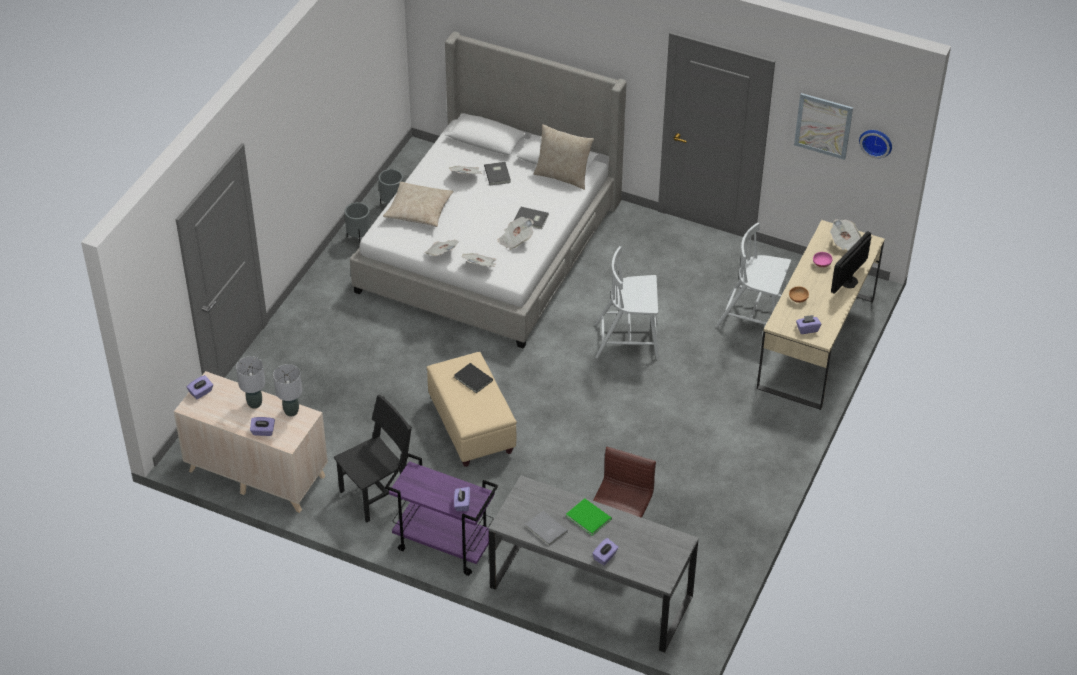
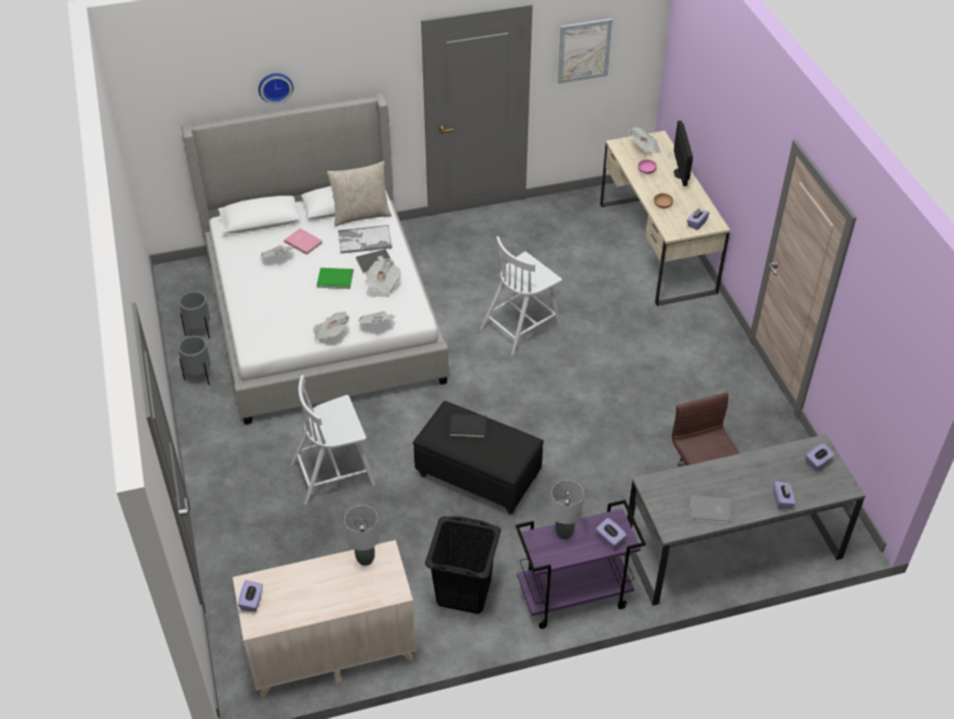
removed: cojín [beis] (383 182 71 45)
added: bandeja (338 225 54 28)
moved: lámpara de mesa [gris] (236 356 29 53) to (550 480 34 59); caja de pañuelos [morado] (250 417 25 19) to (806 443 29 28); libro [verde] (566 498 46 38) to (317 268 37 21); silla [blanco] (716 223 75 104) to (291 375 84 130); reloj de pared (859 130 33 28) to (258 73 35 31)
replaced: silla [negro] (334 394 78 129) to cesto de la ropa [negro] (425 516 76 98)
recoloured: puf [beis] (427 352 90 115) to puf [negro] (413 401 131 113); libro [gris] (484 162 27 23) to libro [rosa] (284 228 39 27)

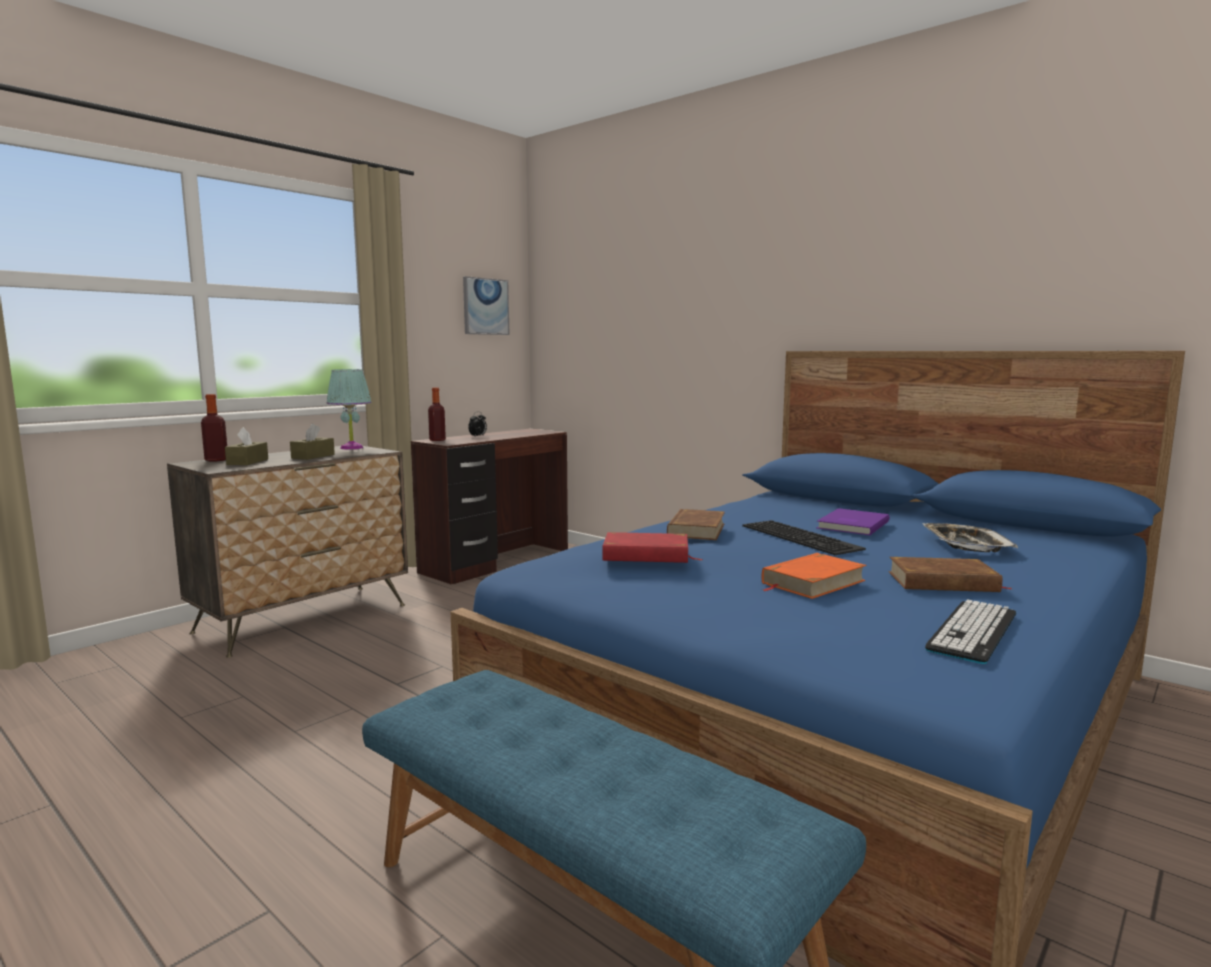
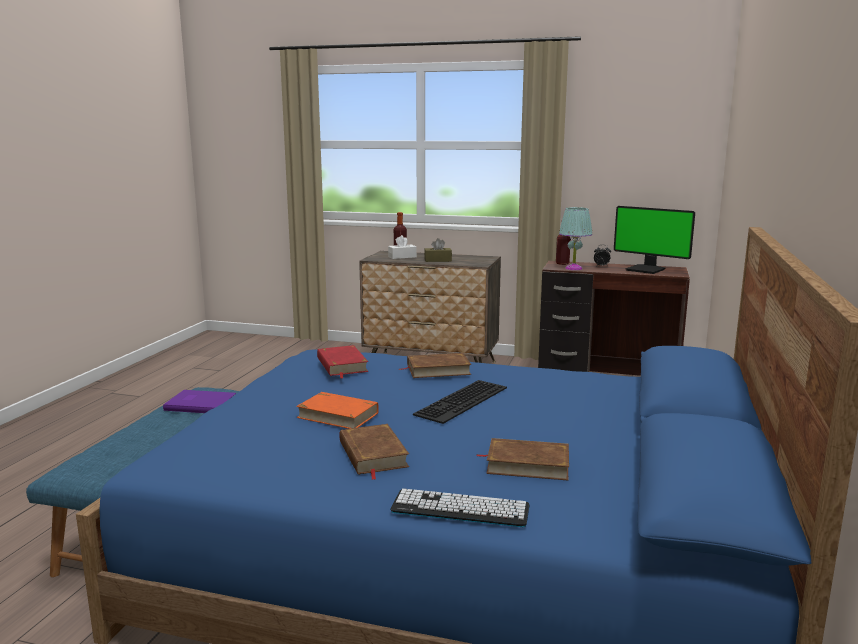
removed: cuadro (463 276 46 59)
added: monitor (614 206 81 68)
moved: lámpara de mesa [turquesa] (327 369 45 81) to (559 207 33 63); libro [morado] (817 508 73 27) to (163 390 73 23); teclado (925 599 91 65) to (390 488 140 39)
replaced: bandeja (922 523 96 29) to libro [marrón] (477 438 92 42)
recoloured: caja de pañuelos [marrón] (225 427 43 38) to caja de pañuelos [blanco] (388 235 29 24)

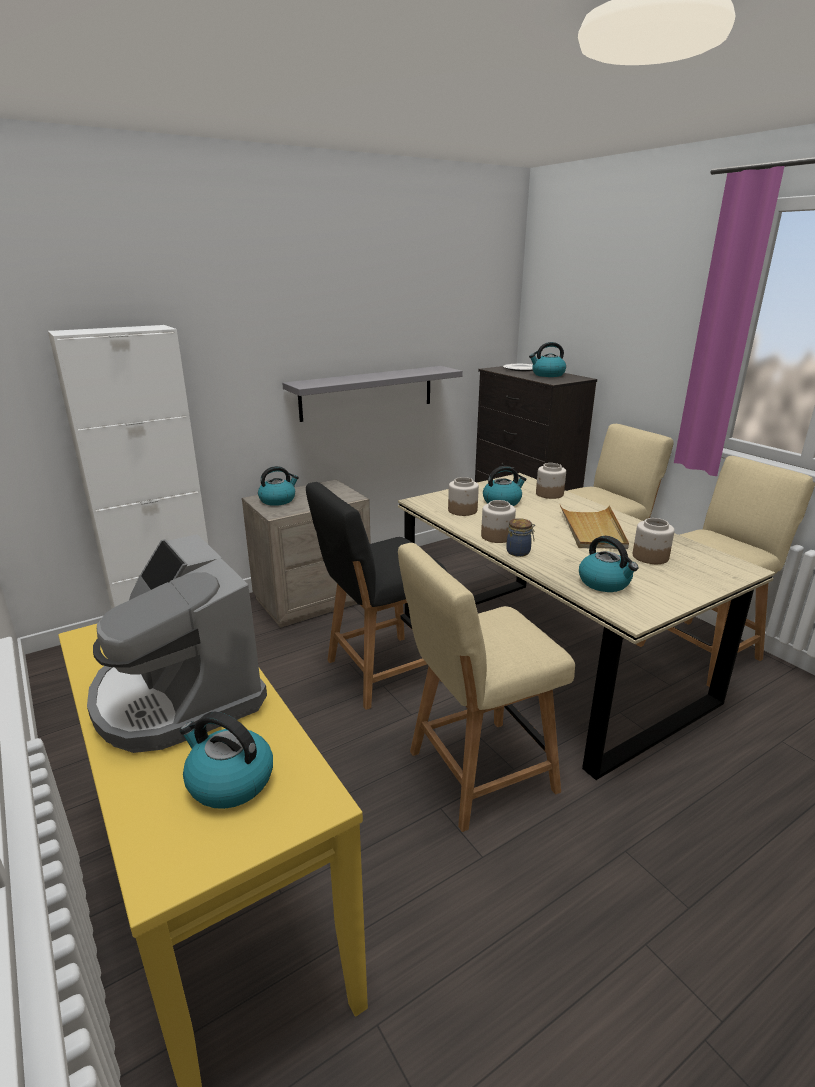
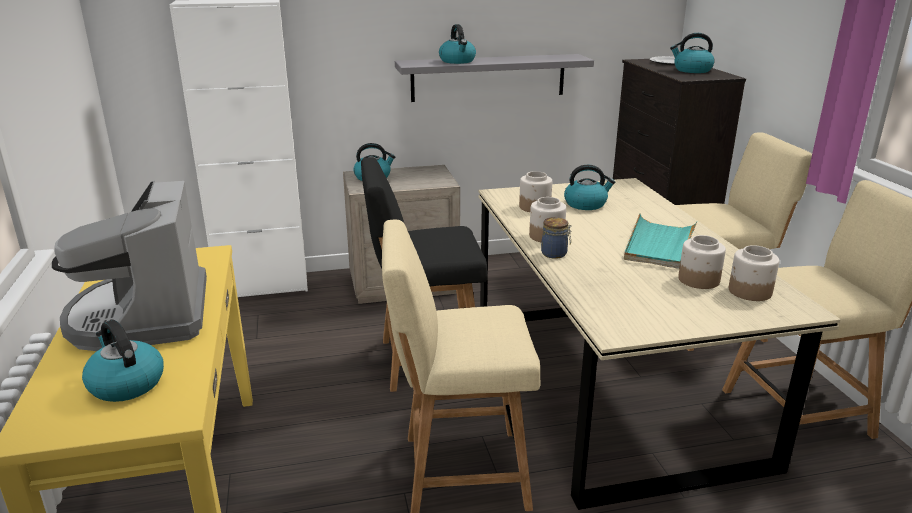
moved: tarro (536 463 30 36) to (729 245 50 56); hervidor (579 536 60 56) to (439 24 37 40)
recoloured: bandeja [beis] (560 505 69 44) to bandeja [turquesa] (624 213 74 56)

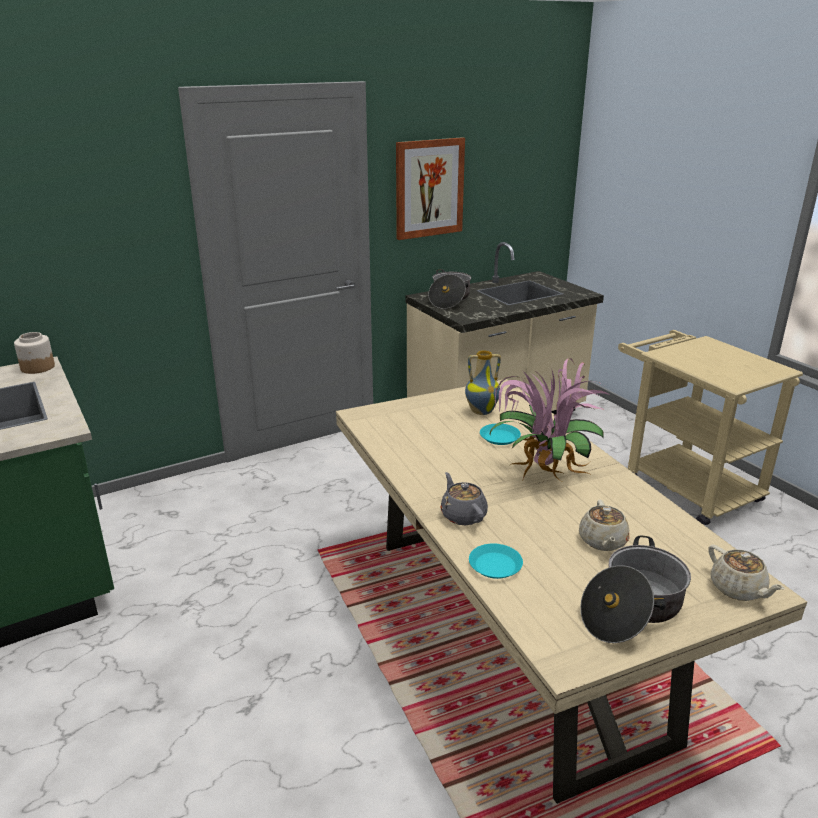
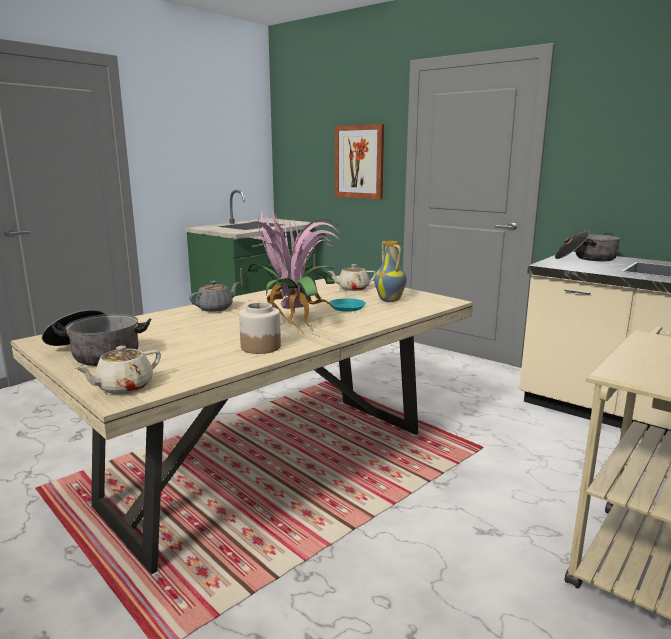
removed: plato [turquesa] (469 544 54 35)
moved: tarro (14 332 41 42) to (239 302 42 52); cuadro (396 137 69 103) to (335 124 49 75); tetera [beis] (579 500 50 51) to (328 264 48 27)

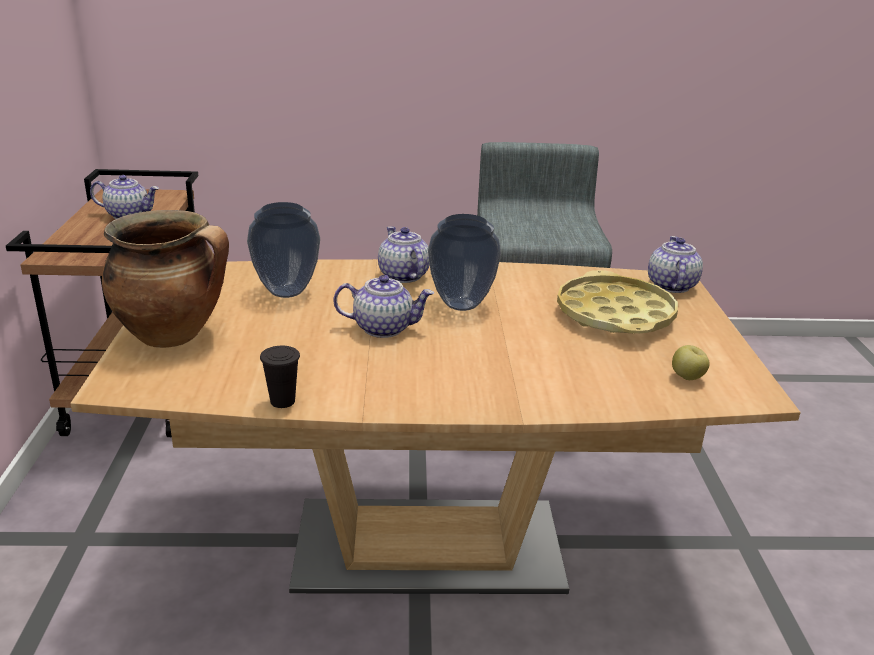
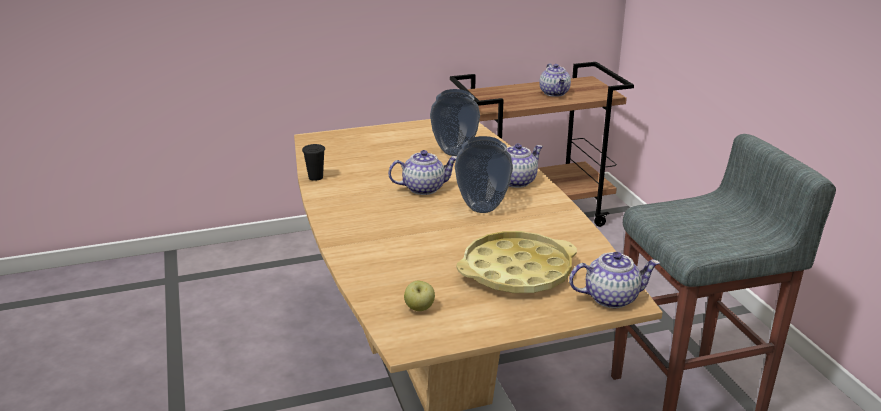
removed: olla (102 210 127 138)
turned: tetera (333 275 101 63) = (388 150 69 45) 90 degrees counterclockwise

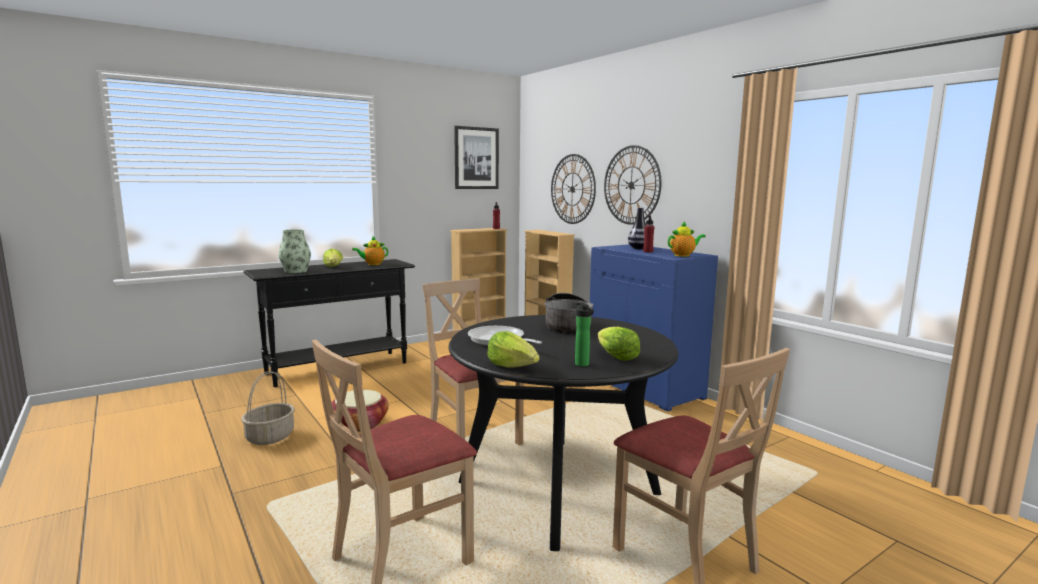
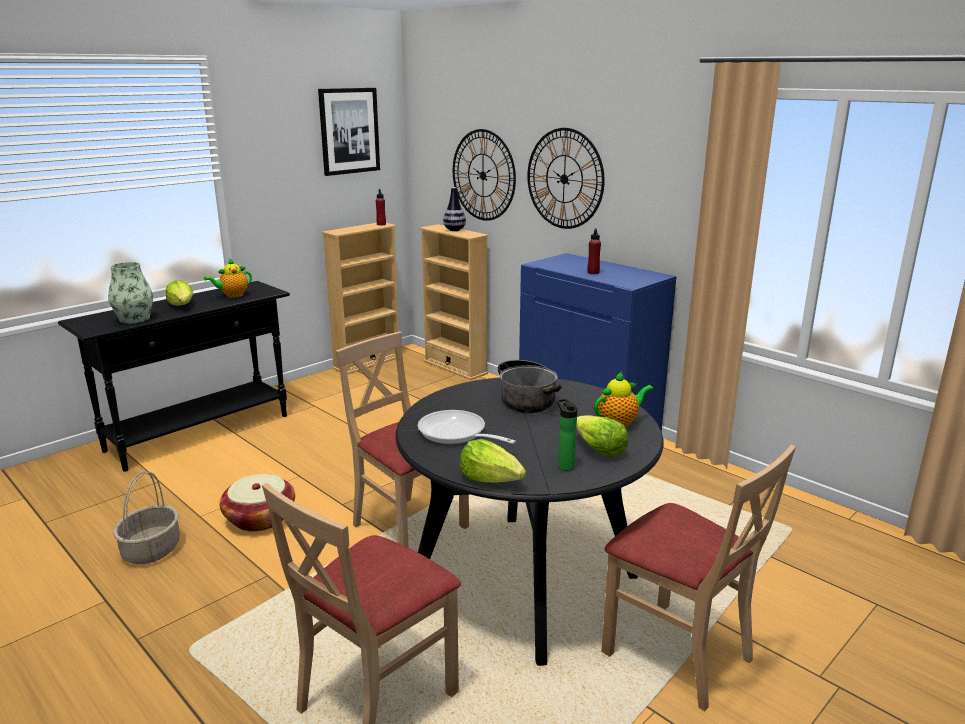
moved: florero (628 208 18 41) to (443 187 23 44); tetera (668 221 38 36) to (594 372 59 56)

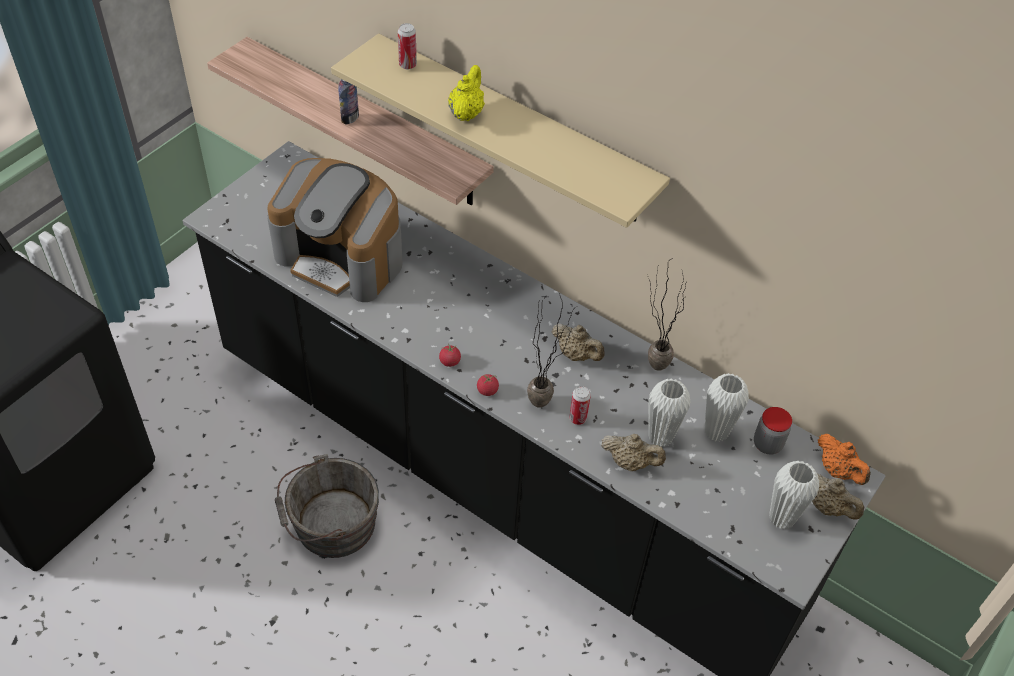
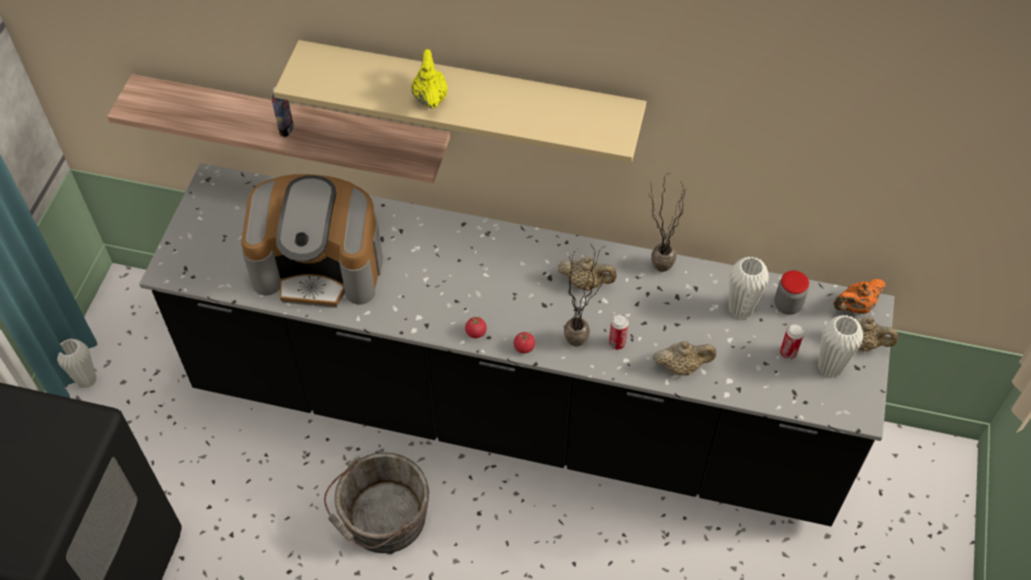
moved: lata (398 23 19 46) to (780 324 24 35); florero [blanco] (648 379 42 68) to (57 339 40 50)
turned: tetera [naranja] (818 434 53 51) = (834 279 52 35) 120 degrees clockwise

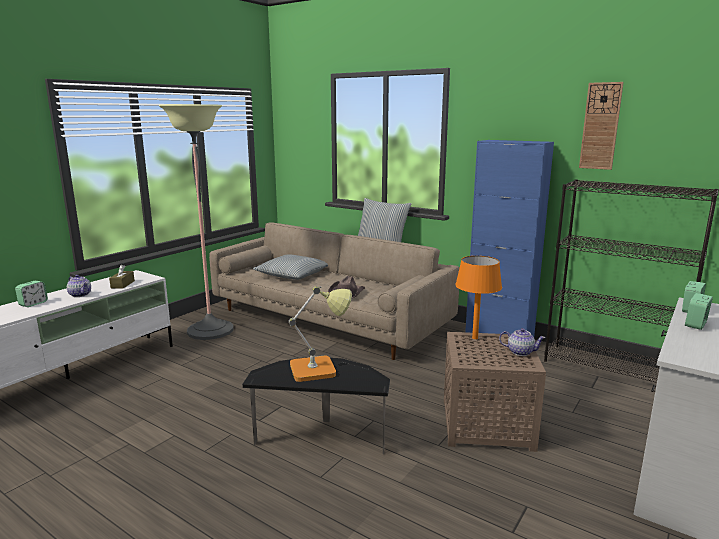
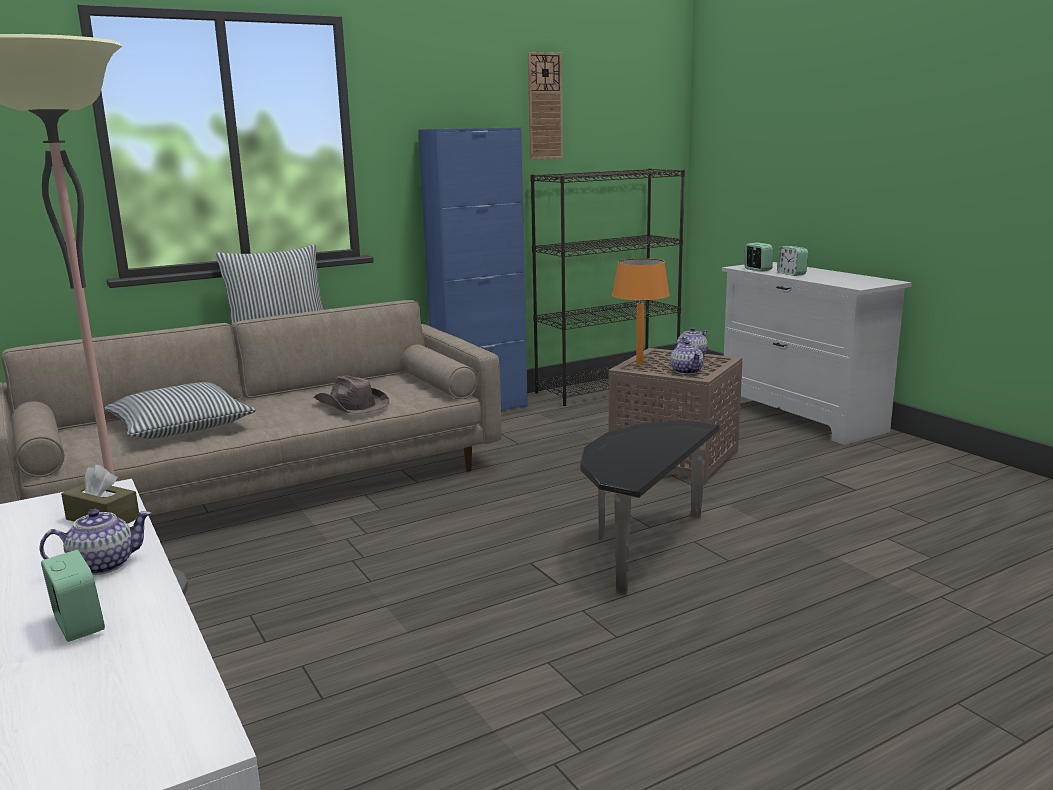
removed: lámpara de mesa (289 286 63 96)
added: tetera (670 341 34 33)

